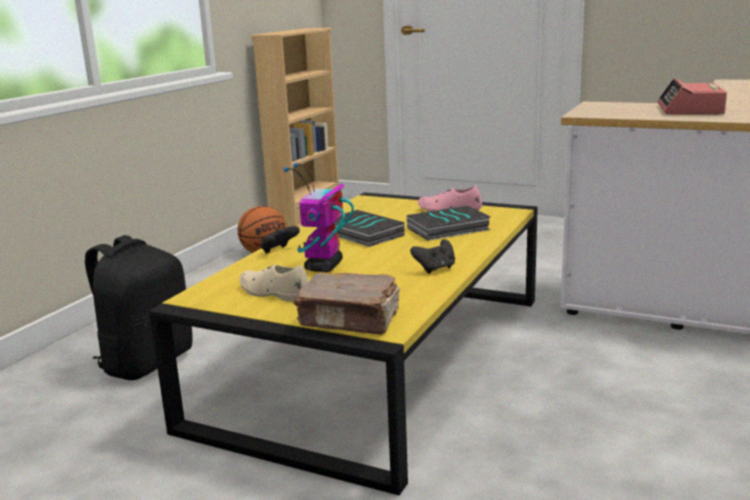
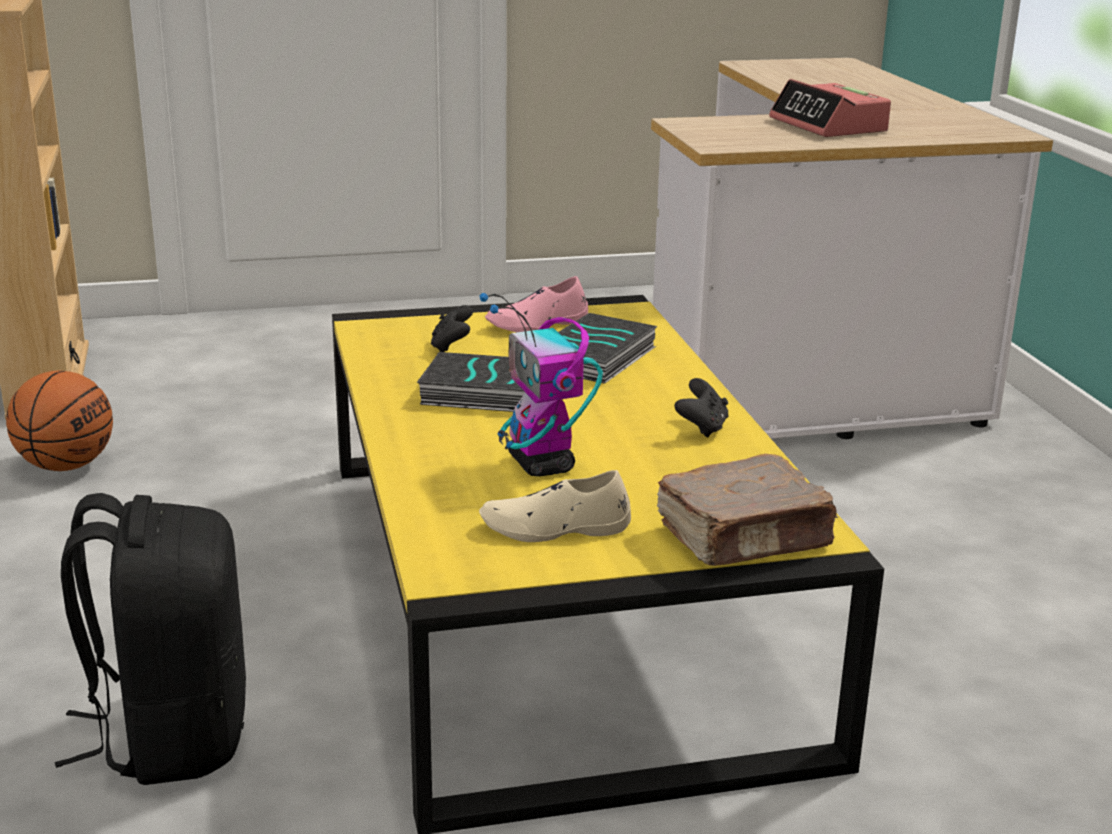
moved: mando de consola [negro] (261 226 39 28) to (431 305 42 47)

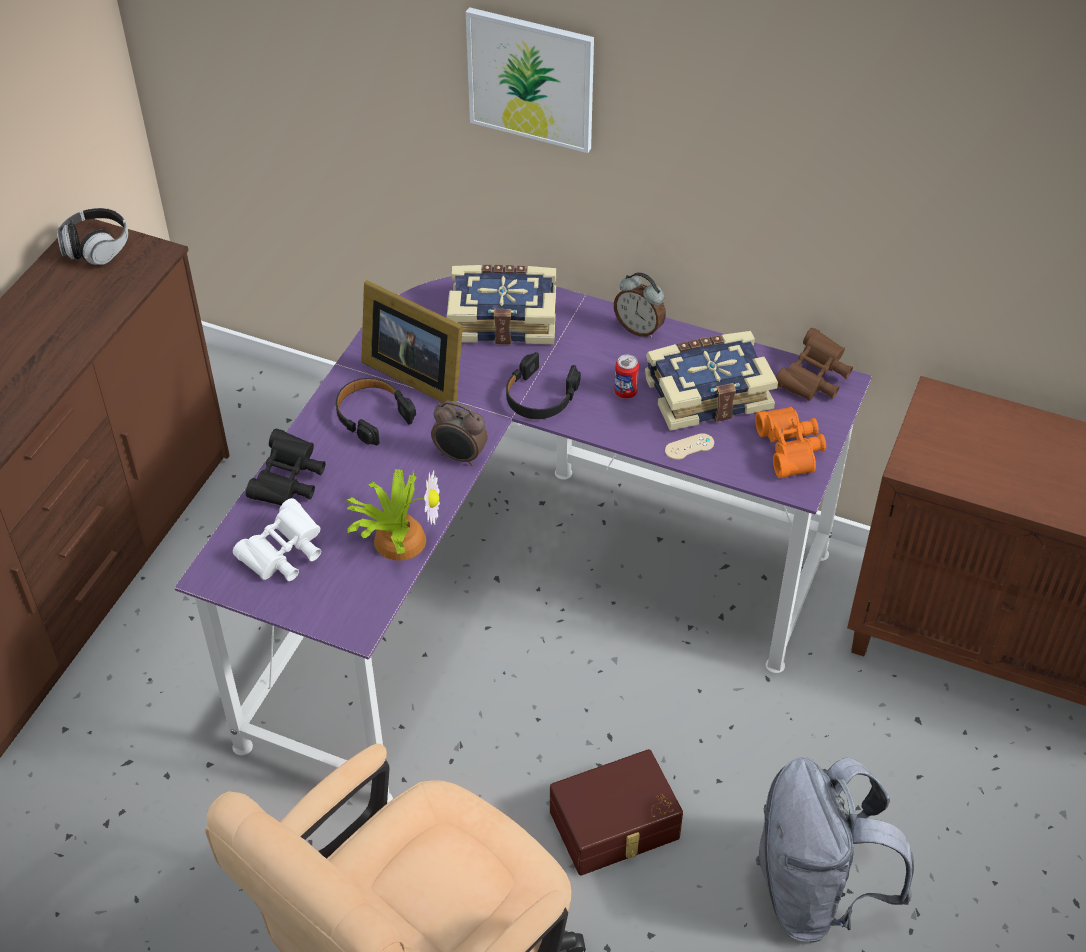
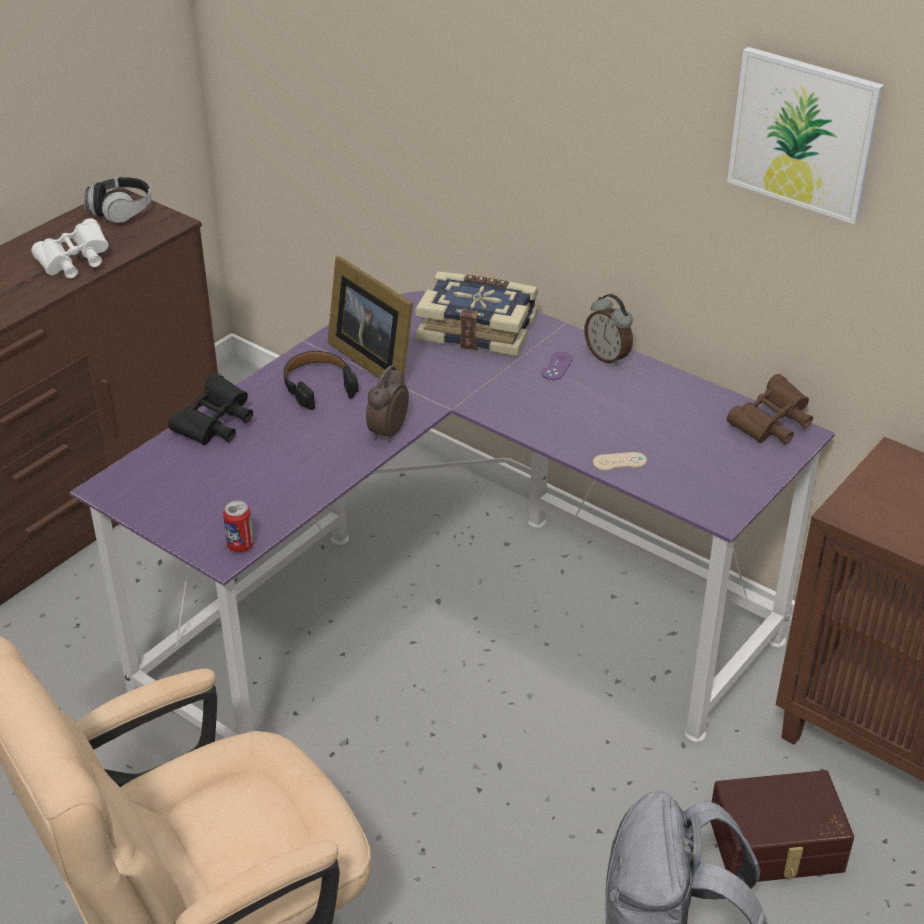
removed: planta en maceta (346 469 94 92); auriculares [negro] (506 352 75 67); libro (645 331 133 100); prismáticos [naranja] (755 407 71 72)
added: mando de consola [morado] (542 351 31 29)
moved: prismáticos [blanco] (233 498 88 83) to (31 218 78 61); cuadro (466 7 128 146) to (727 47 157 177); caja de almacenaje [marrón] (550 749 133 126) to (710 770 144 112); lata (614 355 25 44) to (223 501 31 51)
turned: despertador (431 401 57 65) = (366 365 43 77) 75 degrees clockwise

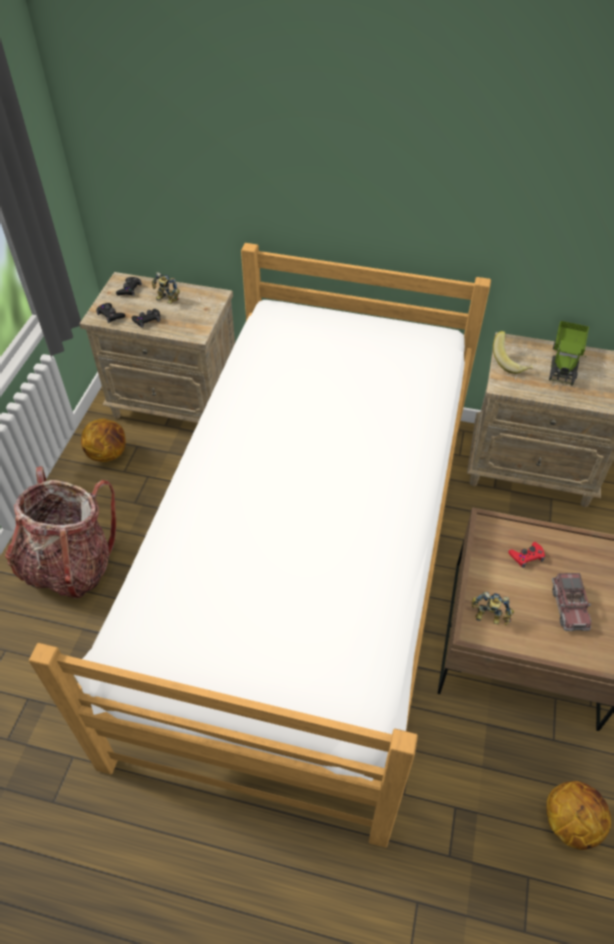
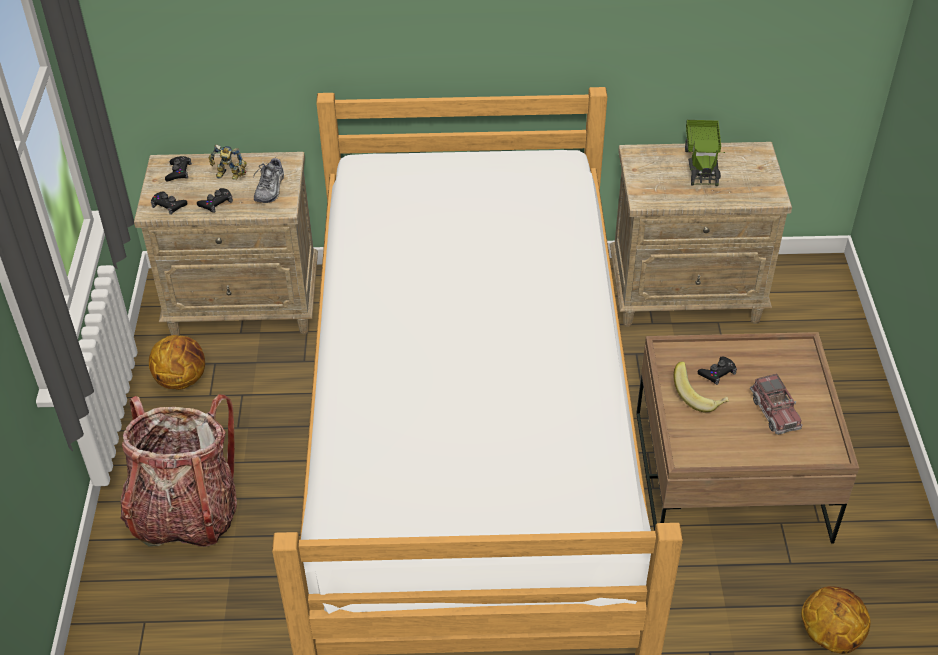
removed: robot de juguete (471 592 43 33)
added: zapato (253 158 31 45)
moved: plátano (493 331 40 43) to (674 361 55 51)
recoloured: mando de consola [rojo] (509 542 36 26) to mando de consola [negro] (698 356 39 29)

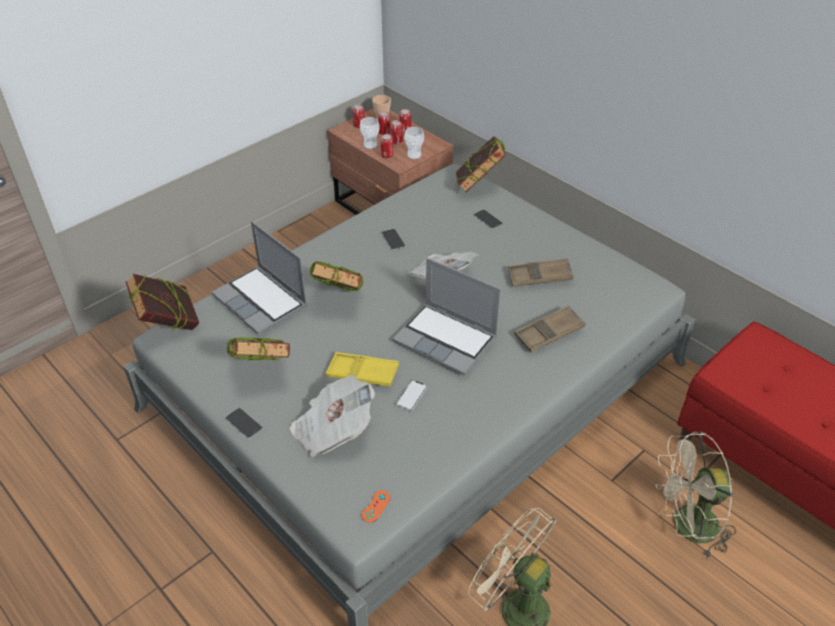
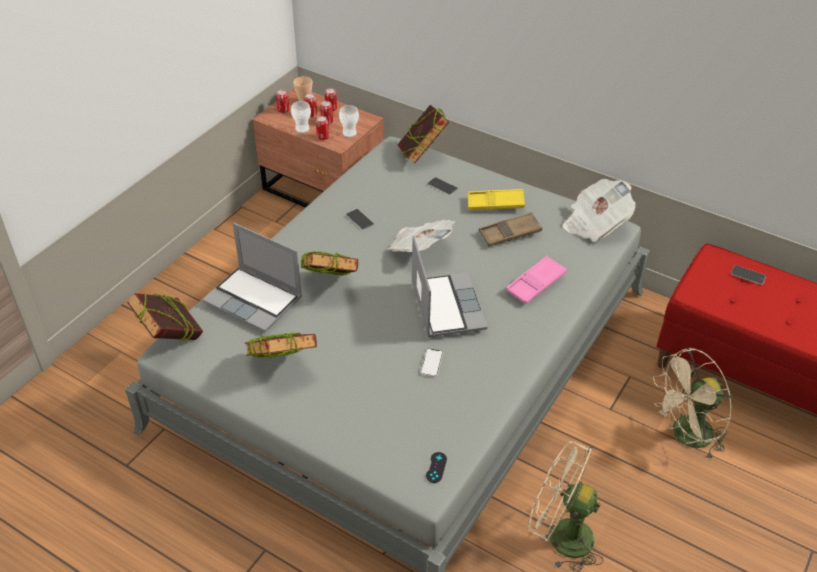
moved: móvil (225 408 38 31) to (731 265 35 20); periódico (290 375 85 83) to (563 179 73 63); bandeja [amarillo] (325 352 74 34) to (468 189 57 21)
recoloured: mando de consola [naranja] (362 490 28 33) to mando de consola [negro] (426 452 21 31); bandeja [marrón] (515 305 71 47) to bandeja [rosa] (506 256 61 48)
turned: portátil (393 258 107 117) = (411 236 76 101) 120 degrees counterclockwise

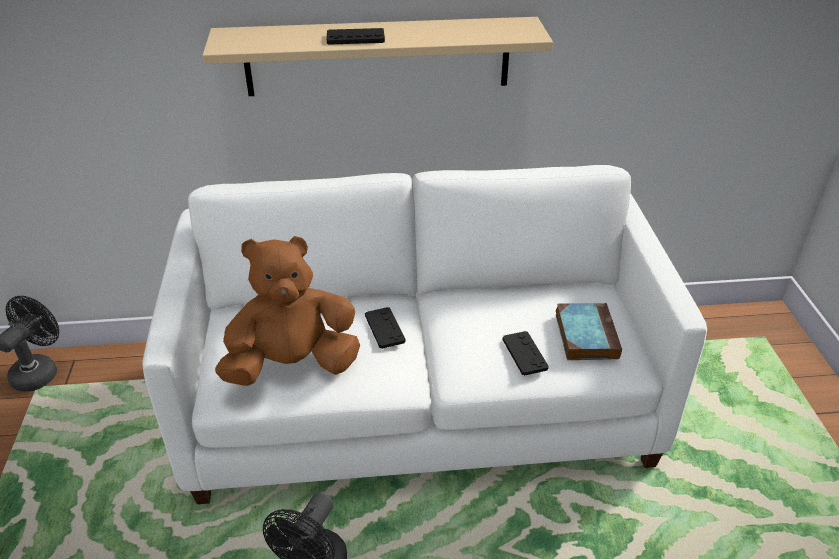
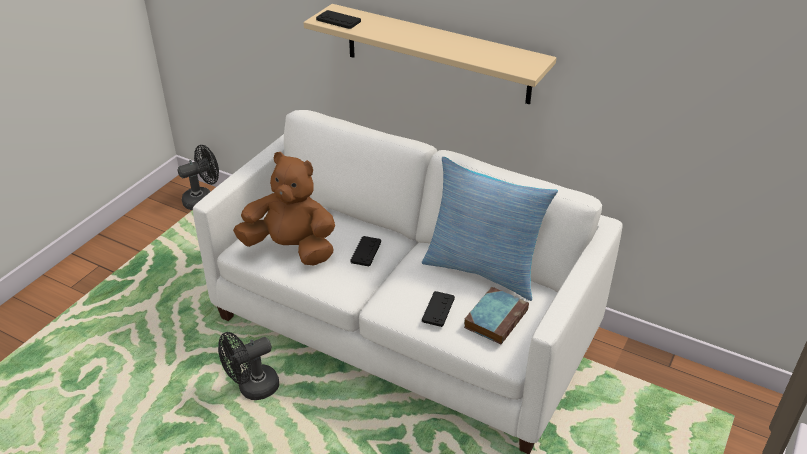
added: cojín (422 157 136 144)
moved: mando de consola [negro] (327 28 58 17) to (316 10 45 19)

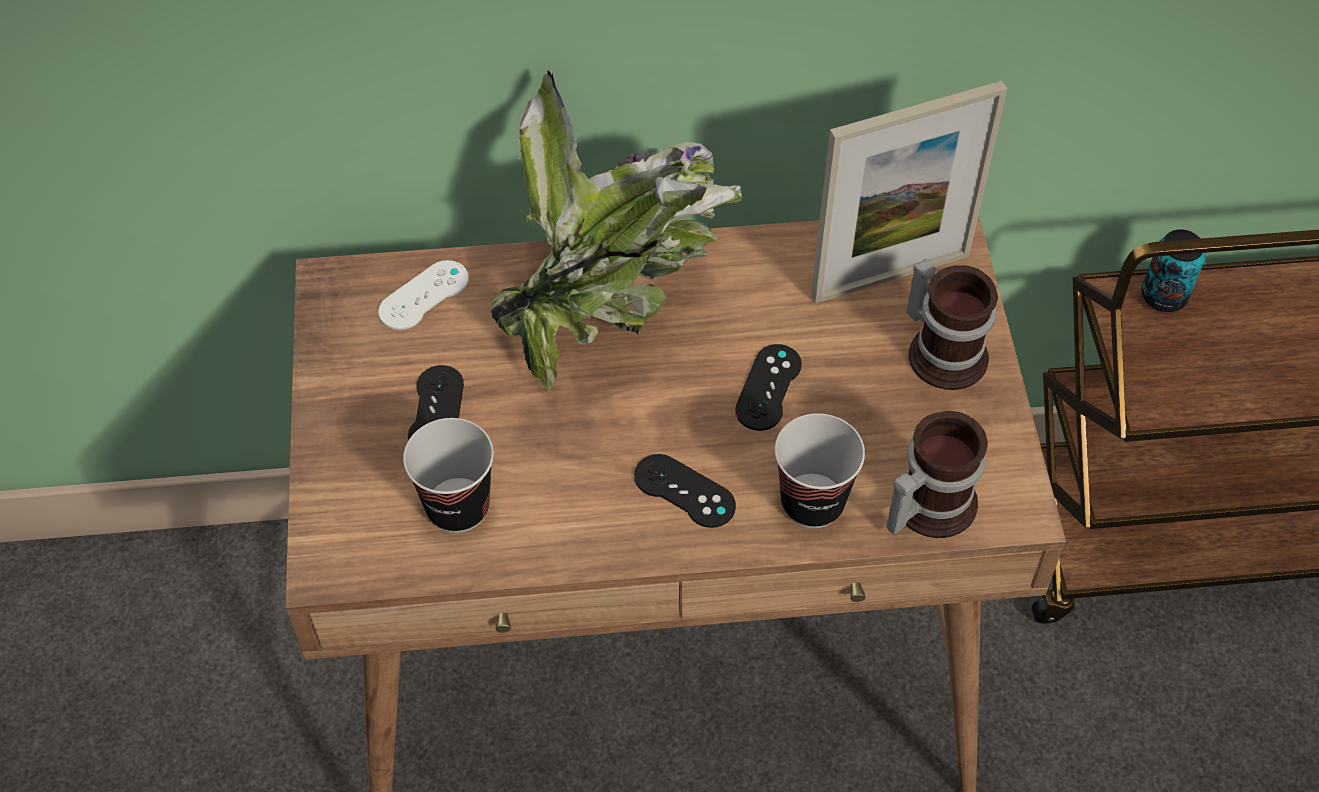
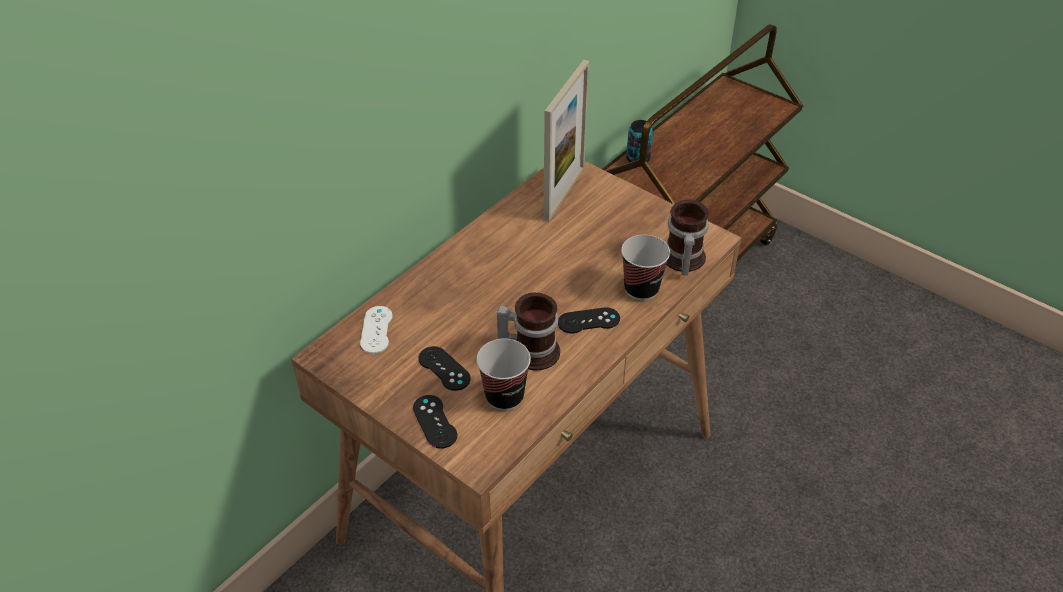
removed: planta en maceta (491 70 251 322)
moved: mando de consola [negro] (735 344 67 87) to (413 395 44 54); taza grande (907 259 91 131) to (497 292 63 79)

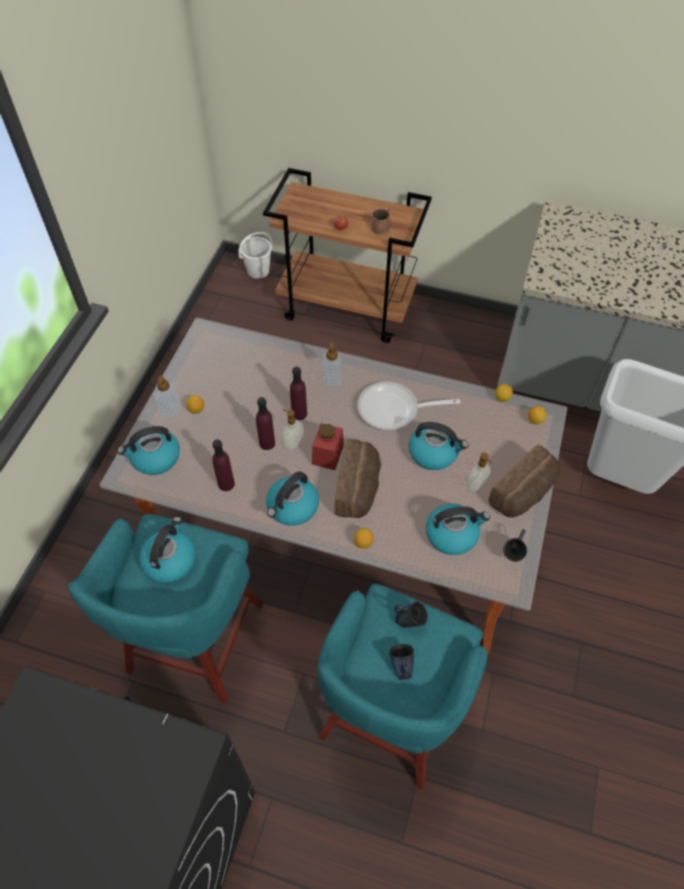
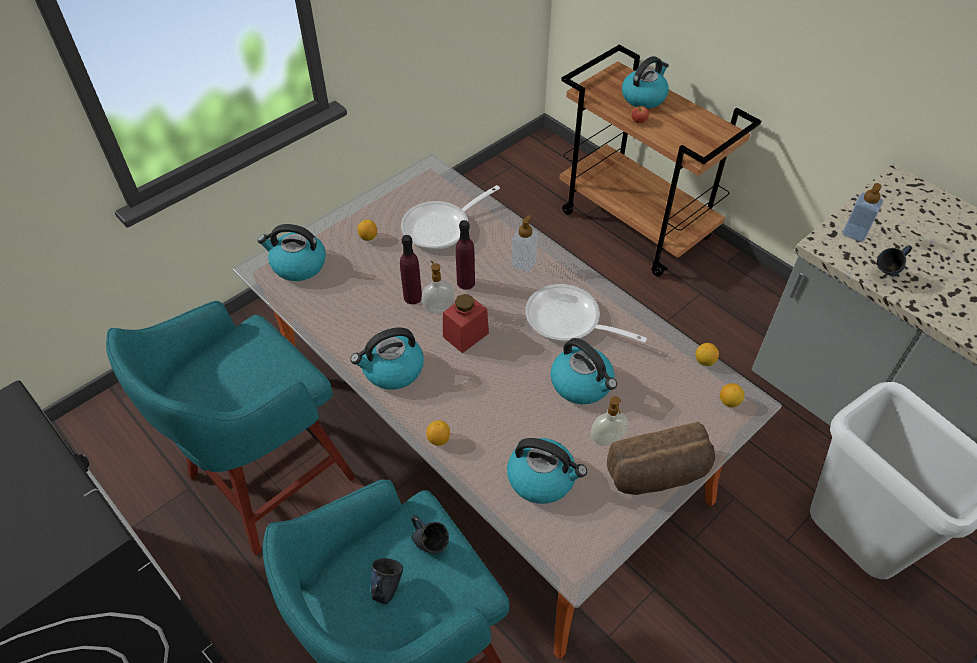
removed: botella [morado] (212 439 23 52); cubo [blanco] (238 232 35 47); pan (335 439 46 79); taza grande [marrón] (371 208 19 27)
added: sartén (401 185 99 65)
moved: hervidor (139 517 56 66) to (622 56 47 53); dispensador de jabón (154 376 26 40) to (842 183 41 59); taza grande [azul] (503 529 24 33) to (877 245 35 31)

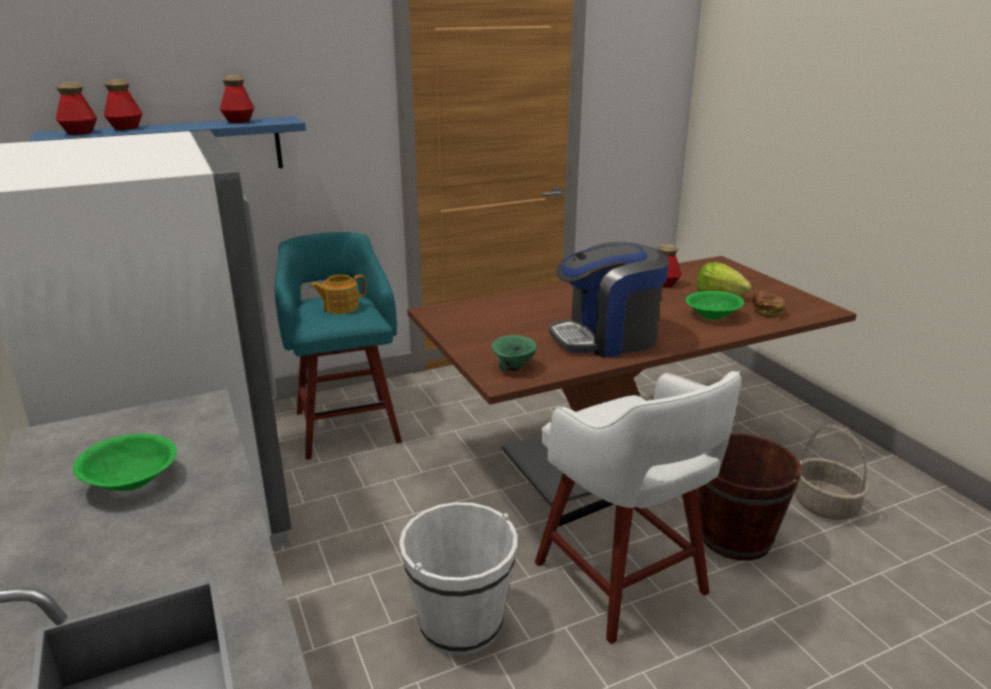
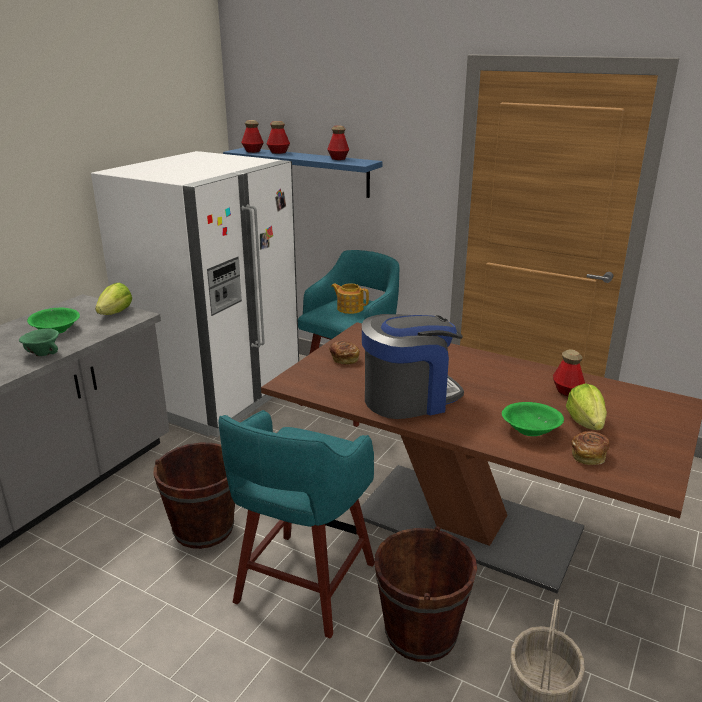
added: lechuga (95 283 37 32); pan (329 341 31 24)
moved: cuenco [verde] (491 335 46 36) to (19 329 40 27)
recoloured: cubo [blanco] (399 502 118 153) to cubo [marrón] (154 442 81 107); taburete [blanco] (535 371 206 273) to taburete [turquesa] (218 410 157 228)
turned: cafetera (549 242 120 116) = (362 314 102 105) 120 degrees clockwise

